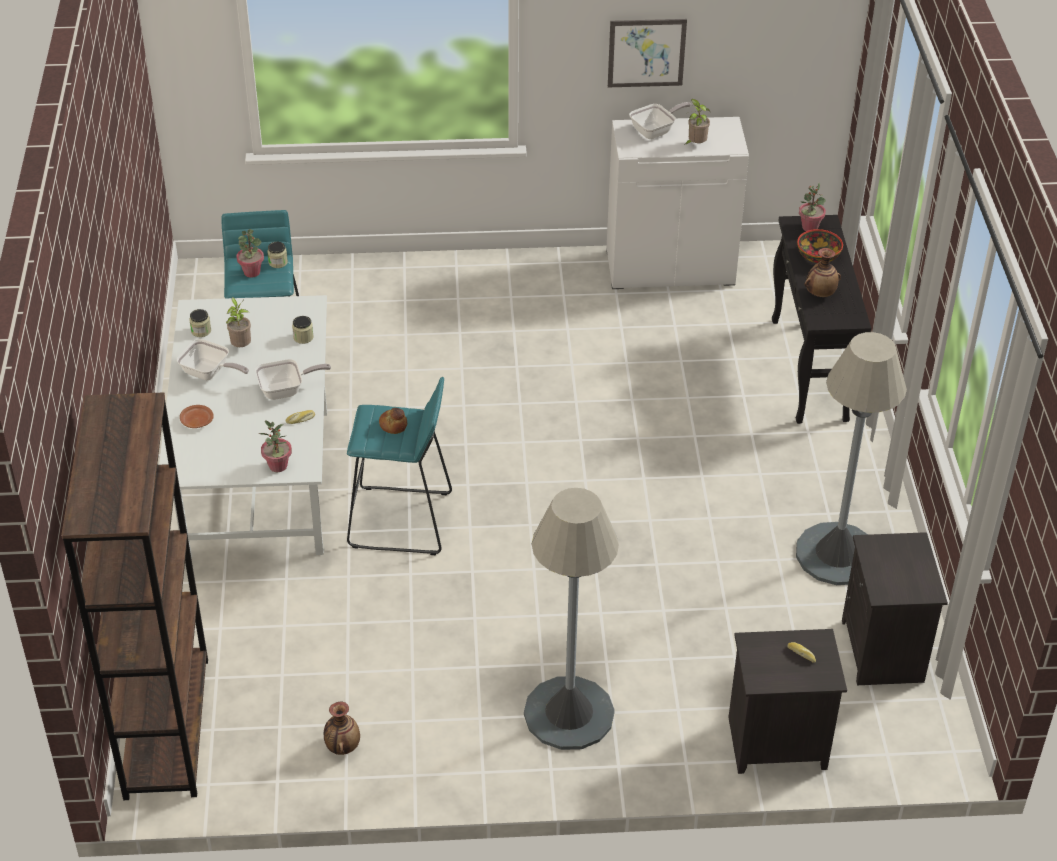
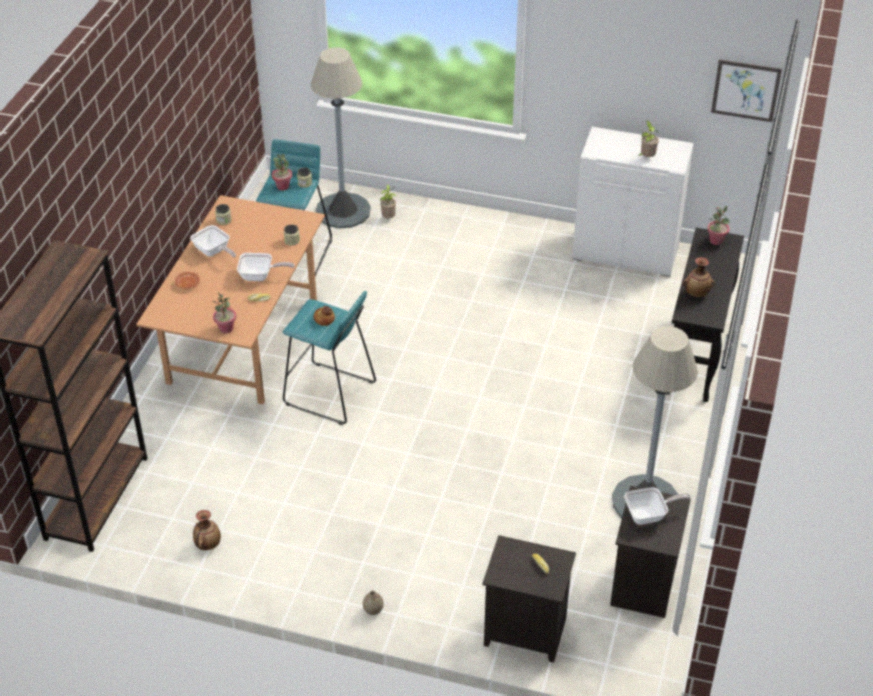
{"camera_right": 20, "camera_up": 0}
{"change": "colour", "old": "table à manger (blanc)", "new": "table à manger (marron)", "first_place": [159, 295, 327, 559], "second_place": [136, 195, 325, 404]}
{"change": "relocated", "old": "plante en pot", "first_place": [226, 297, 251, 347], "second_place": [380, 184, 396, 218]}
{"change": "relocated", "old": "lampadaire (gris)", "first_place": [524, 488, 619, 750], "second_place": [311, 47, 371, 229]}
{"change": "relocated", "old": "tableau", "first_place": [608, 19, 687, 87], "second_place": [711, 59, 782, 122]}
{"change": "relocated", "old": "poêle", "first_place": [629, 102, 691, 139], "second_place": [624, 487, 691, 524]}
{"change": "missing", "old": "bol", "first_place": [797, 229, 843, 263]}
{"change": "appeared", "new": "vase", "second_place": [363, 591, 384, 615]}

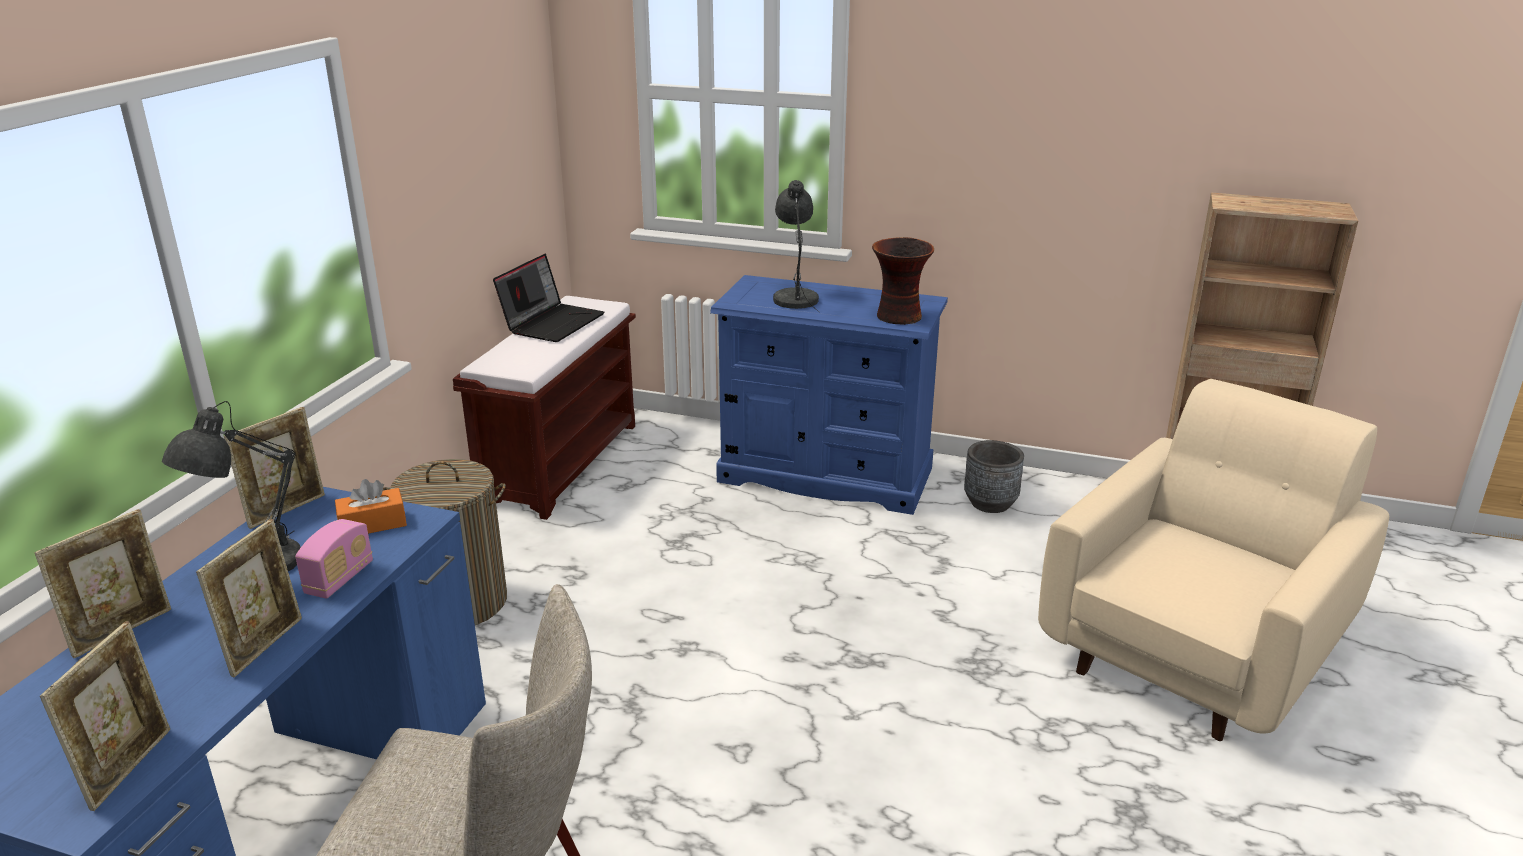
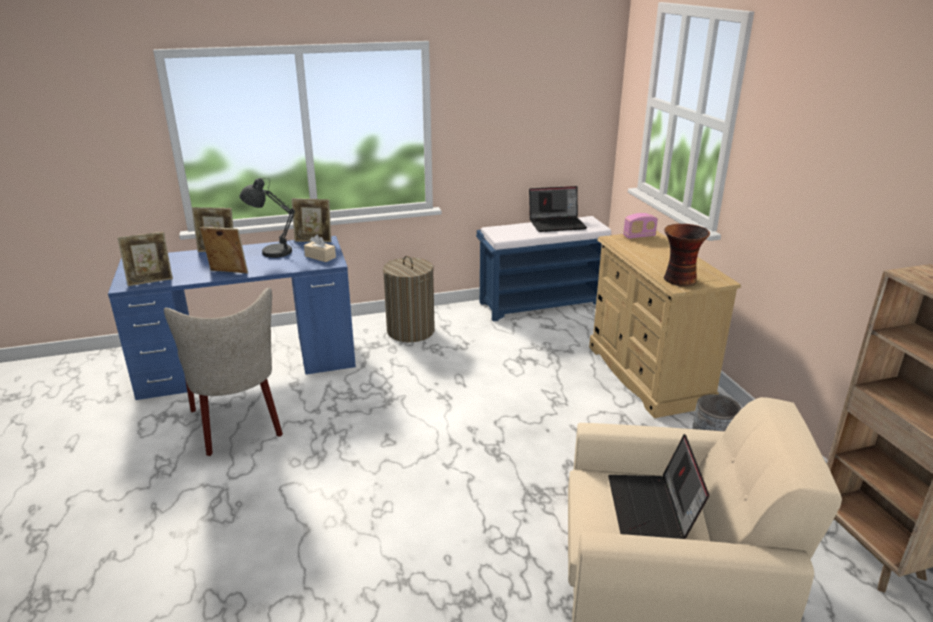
{"camera_right": 55, "camera_up": 0}
{"change": "spun", "old": "cadre photo", "first_place": [196, 519, 302, 677], "second_place": [200, 227, 248, 274], "degrees": -150}
{"change": "relocated", "old": "radio", "first_place": [295, 519, 373, 599], "second_place": [623, 213, 658, 239]}
{"change": "colour", "old": "boîte à mouchoirs (orange)", "new": "boîte à mouchoirs (beige)", "first_place": [335, 479, 407, 534], "second_place": [304, 235, 336, 262]}
{"change": "colour", "old": "banc (marron)", "new": "banc (bleu)", "first_place": [453, 296, 636, 520], "second_place": [476, 216, 611, 322]}
{"change": "colour", "old": "commode (bleu)", "new": "commode (beige)", "first_place": [710, 275, 948, 515], "second_place": [589, 230, 741, 418]}
{"change": "missing", "old": "lampe de table (gris)", "first_place": [773, 180, 819, 312]}
{"change": "appeared", "new": "ordinateur portable", "second_place": [608, 434, 709, 539]}

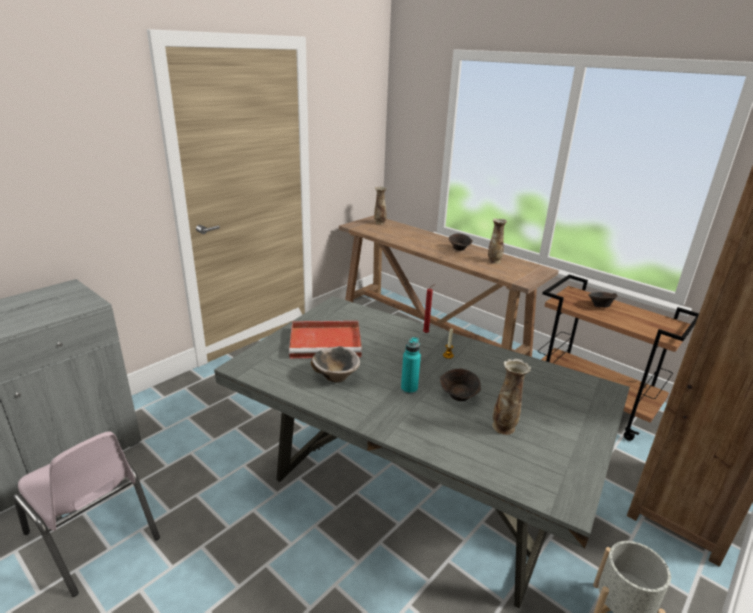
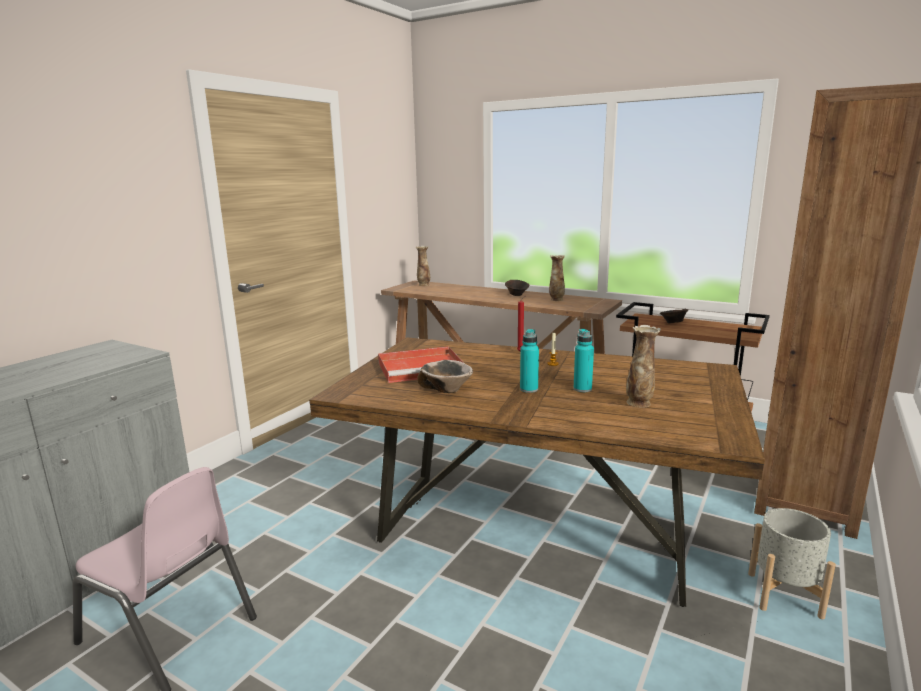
{"camera_right": -10, "camera_up": -10}
{"change": "colour", "old": "table à manger (gris)", "new": "table à manger (marron)", "first_place": [214, 296, 630, 609], "second_place": [309, 337, 765, 607]}
{"change": "exchanged", "old": "bol (marron)", "new": "bouteille (turquoise)", "first_place": [440, 369, 481, 401], "second_place": [573, 329, 594, 392]}

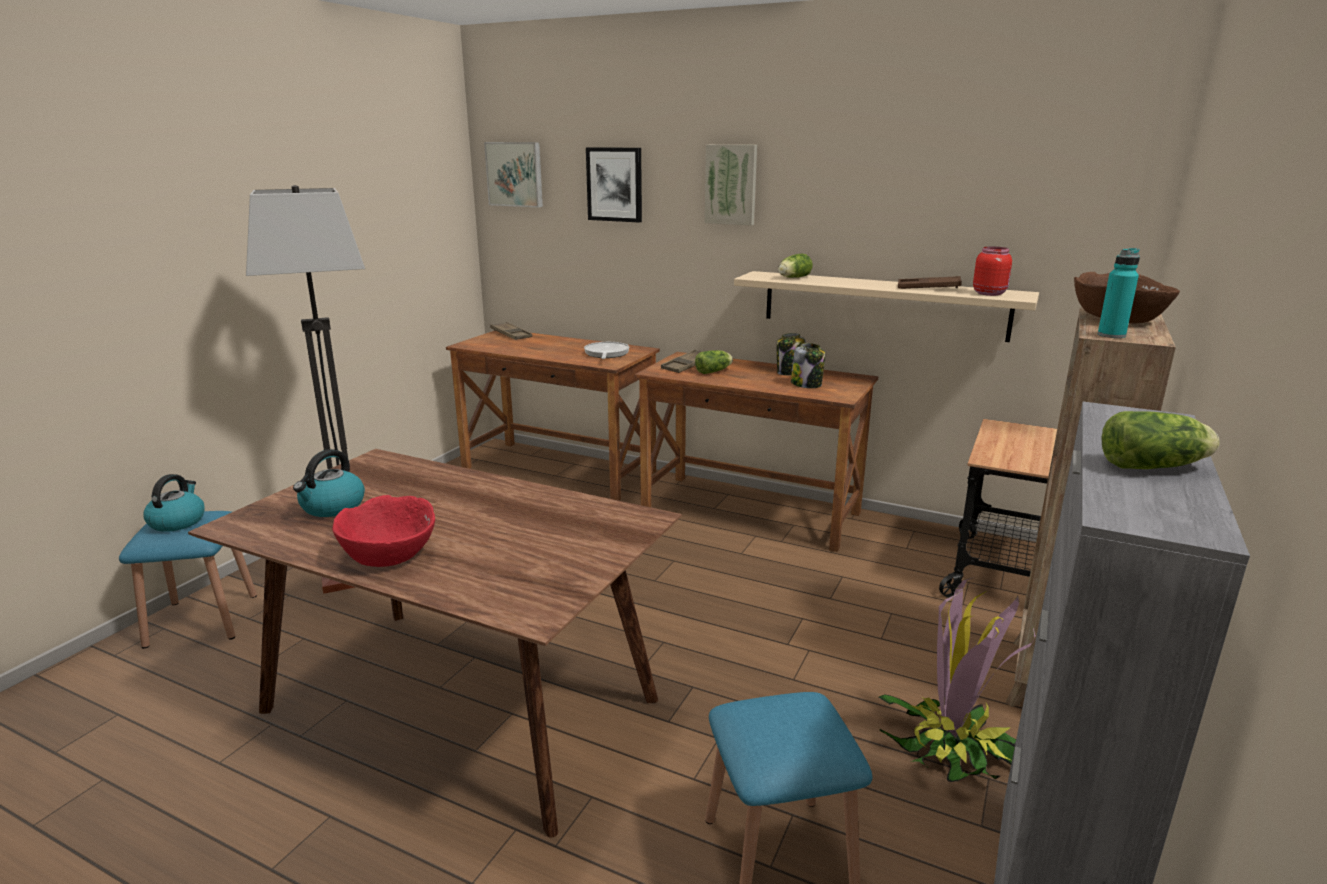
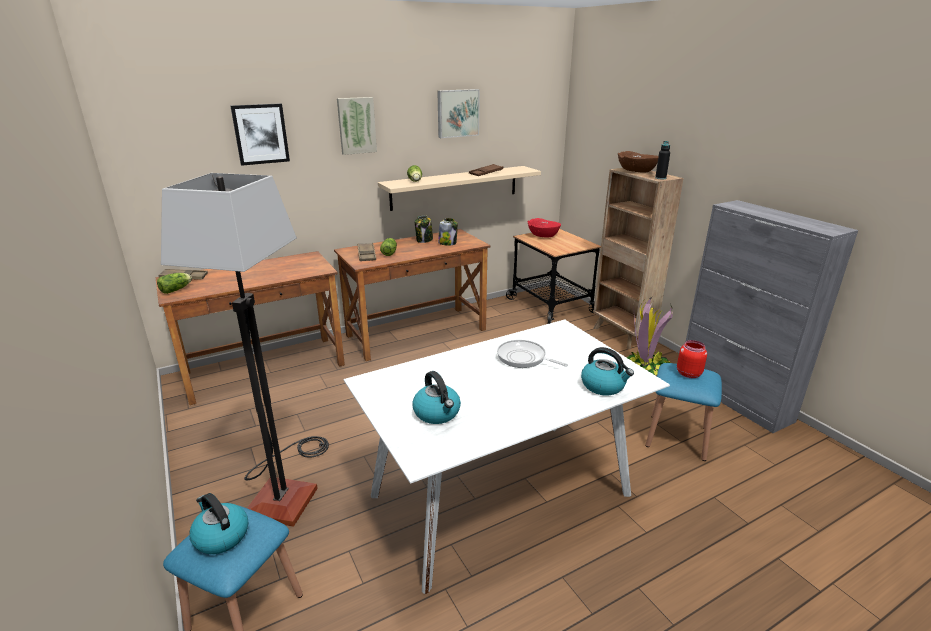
{"camera_right": -55, "camera_up": 5}
{"change": "colour", "old": "table à manger (marron)", "new": "table à manger (blanc)", "first_place": [188, 449, 682, 838], "second_place": [344, 319, 670, 594]}
{"change": "relocated", "old": "bol (rouge)", "first_place": [332, 495, 435, 567], "second_place": [528, 218, 561, 238]}
{"change": "relocated", "old": "tableau", "first_place": [484, 142, 543, 207], "second_place": [437, 89, 480, 138]}
{"change": "relocated", "old": "poêle", "first_place": [584, 342, 629, 359], "second_place": [497, 340, 568, 368]}
{"change": "relocated", "old": "bocal (rouge)", "first_place": [973, 247, 1012, 296], "second_place": [677, 340, 707, 378]}
{"change": "colour", "old": "bouteille (turquoise)", "new": "bouteille (noir)", "first_place": [1098, 248, 1140, 338], "second_place": [655, 141, 670, 179]}
{"change": "relocated", "old": "laitue", "first_place": [1102, 411, 1220, 469], "second_place": [157, 273, 192, 294]}
{"change": "appeared", "new": "bouilloire", "second_place": [581, 347, 634, 395]}

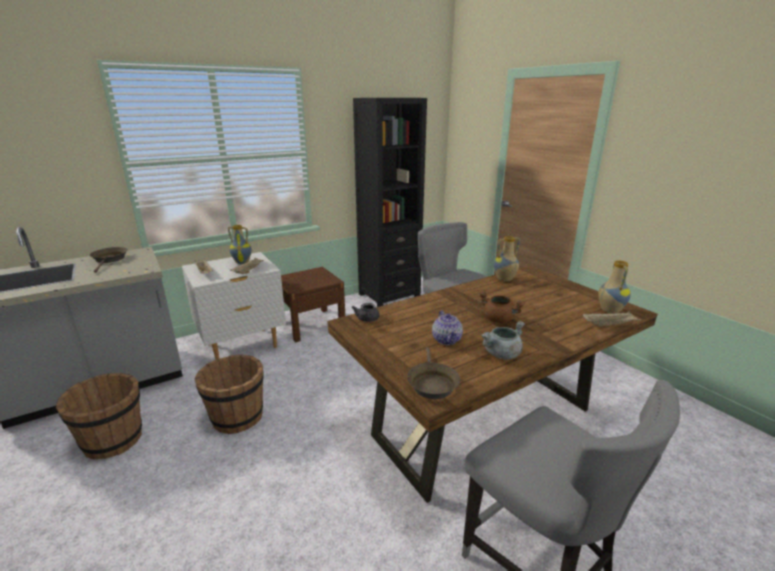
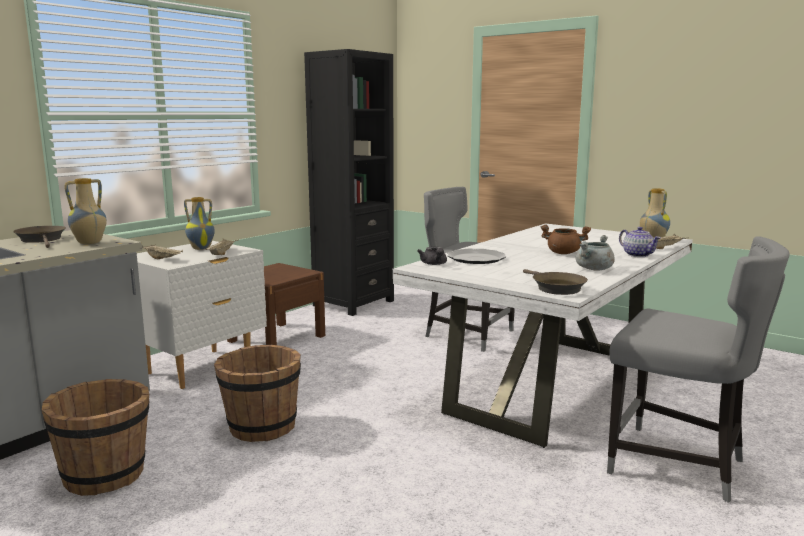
{"camera_right": -20, "camera_up": -10}
{"change": "colour", "old": "table à manger (marron)", "new": "table à manger (blanc)", "first_place": [327, 265, 658, 503], "second_place": [393, 223, 693, 448]}
{"change": "relocated", "old": "théière", "first_place": [432, 311, 463, 345], "second_place": [619, 227, 661, 257]}
{"change": "relocated", "old": "vase", "first_place": [494, 236, 520, 282], "second_place": [64, 178, 107, 244]}
{"change": "appeared", "new": "assiette", "second_place": [447, 248, 506, 264]}

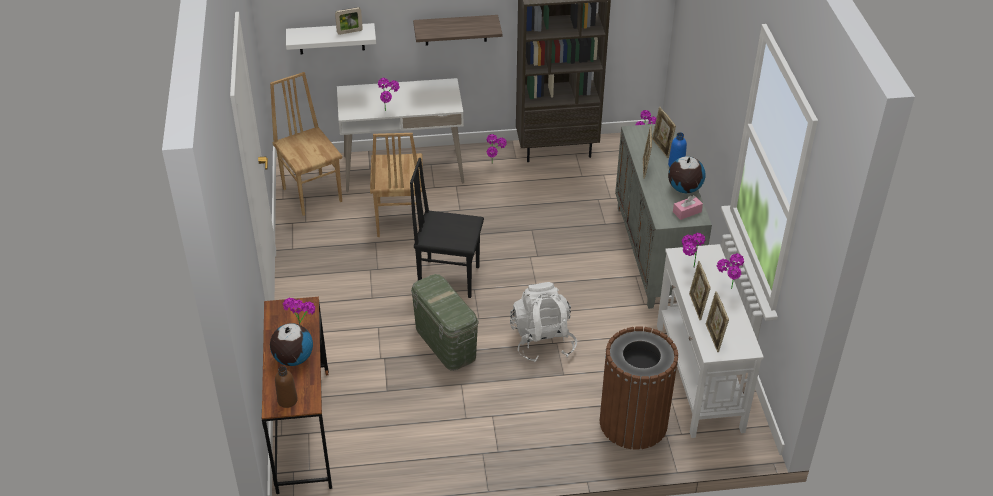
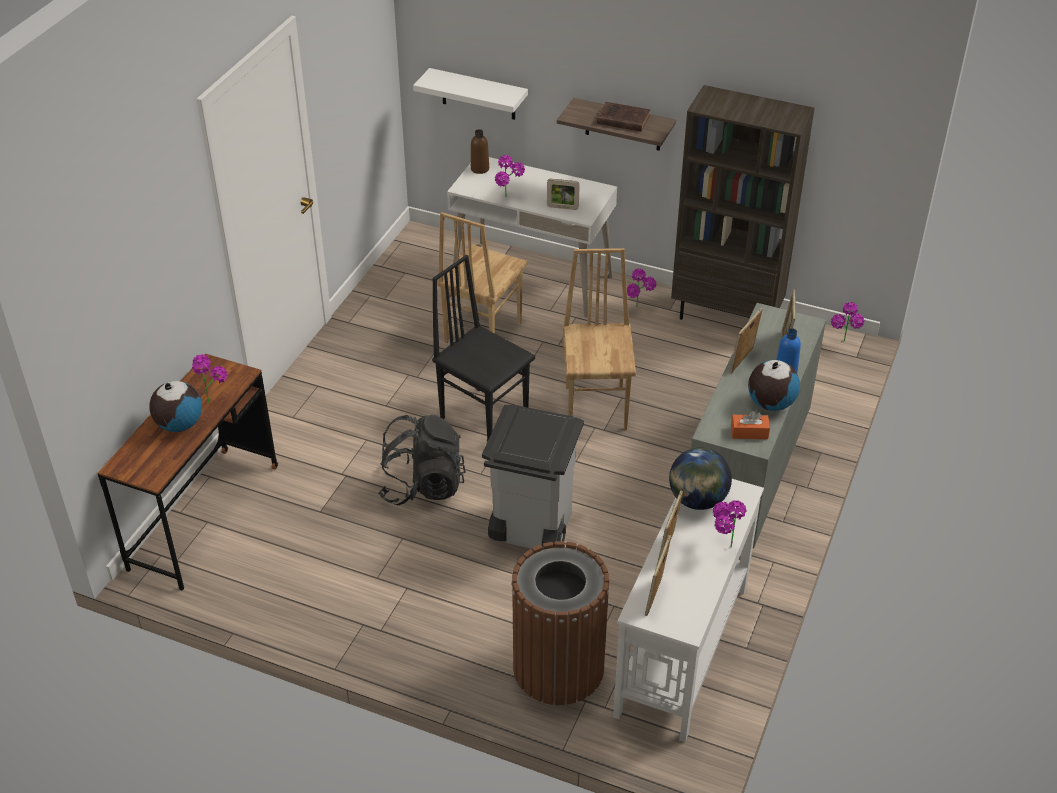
{"camera_right": 30, "camera_up": 0}
{"change": "relocated", "old": "chaise (marron)", "first_place": [270, 72, 342, 216], "second_place": [563, 248, 636, 430]}
{"change": "relocated", "old": "bouteille (marron)", "first_place": [275, 366, 298, 408], "second_place": [471, 129, 489, 174]}
{"change": "relocated", "old": "cadre photo", "first_place": [335, 7, 363, 35], "second_place": [547, 179, 580, 210]}
{"change": "exchanged", "old": "boîte de rangement (vert)", "new": "sac à dos (noir)", "first_place": [411, 274, 479, 371], "second_place": [378, 415, 466, 505]}
{"change": "exchanged", "old": "sac à dos (blanc)", "new": "poubelle (gris)", "first_place": [510, 282, 577, 362], "second_place": [482, 405, 584, 549]}
{"change": "colour", "old": "boîte à mouchoirs (rose)", "new": "boîte à mouchoirs (orange)", "first_place": [673, 195, 703, 220], "second_place": [731, 411, 770, 439]}
{"change": "exchanged", "old": "plante en pot", "new": "globe", "first_place": [682, 233, 705, 268], "second_place": [669, 448, 732, 510]}
{"change": "appeared", "new": "livre (marron)", "second_place": [597, 102, 650, 132]}

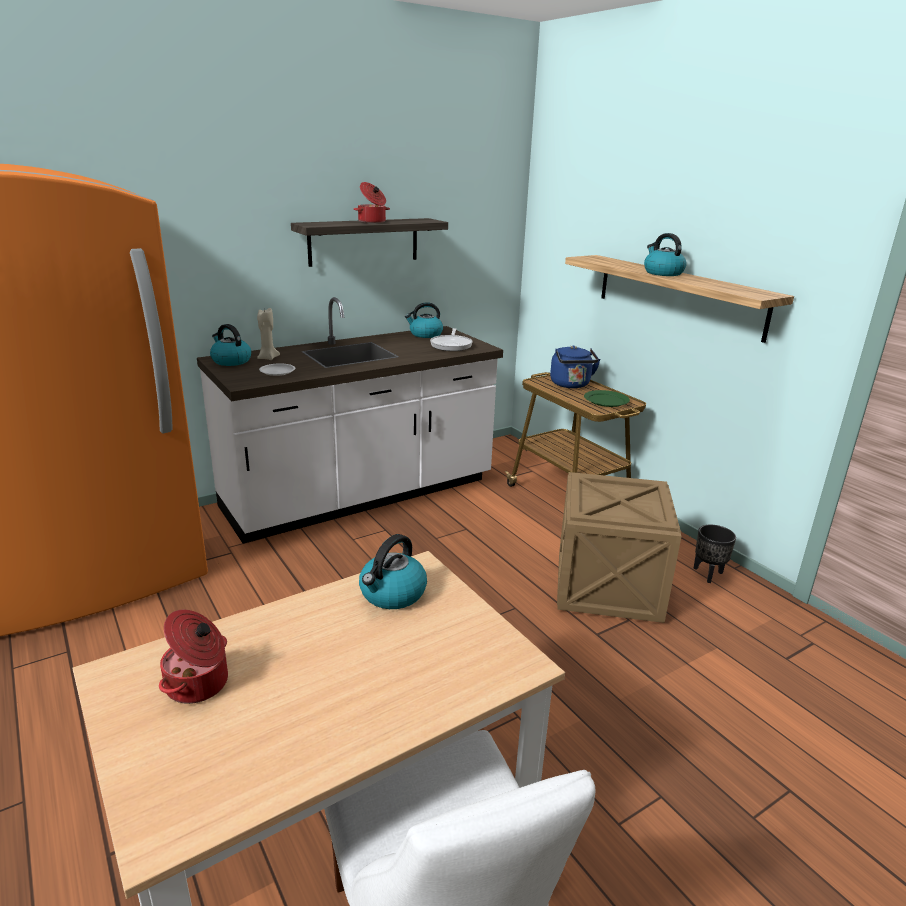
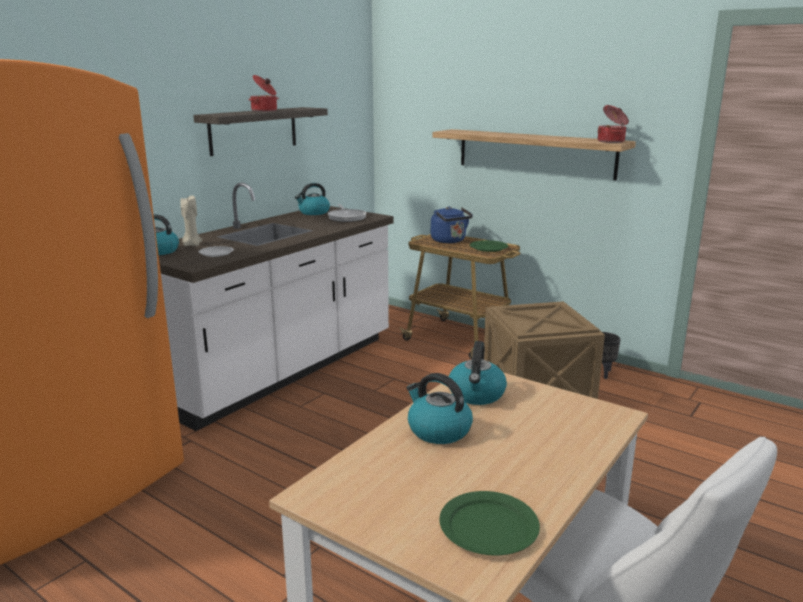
{"camera_right": -20, "camera_up": -5}
{"change": "relocated", "old": "marmite", "first_place": [159, 610, 228, 704], "second_place": [598, 105, 629, 143]}
{"change": "relocated", "old": "bouilloire", "first_place": [644, 233, 687, 276], "second_place": [406, 373, 473, 444]}
{"change": "appeared", "new": "assiette (vert)", "second_place": [439, 491, 540, 556]}

